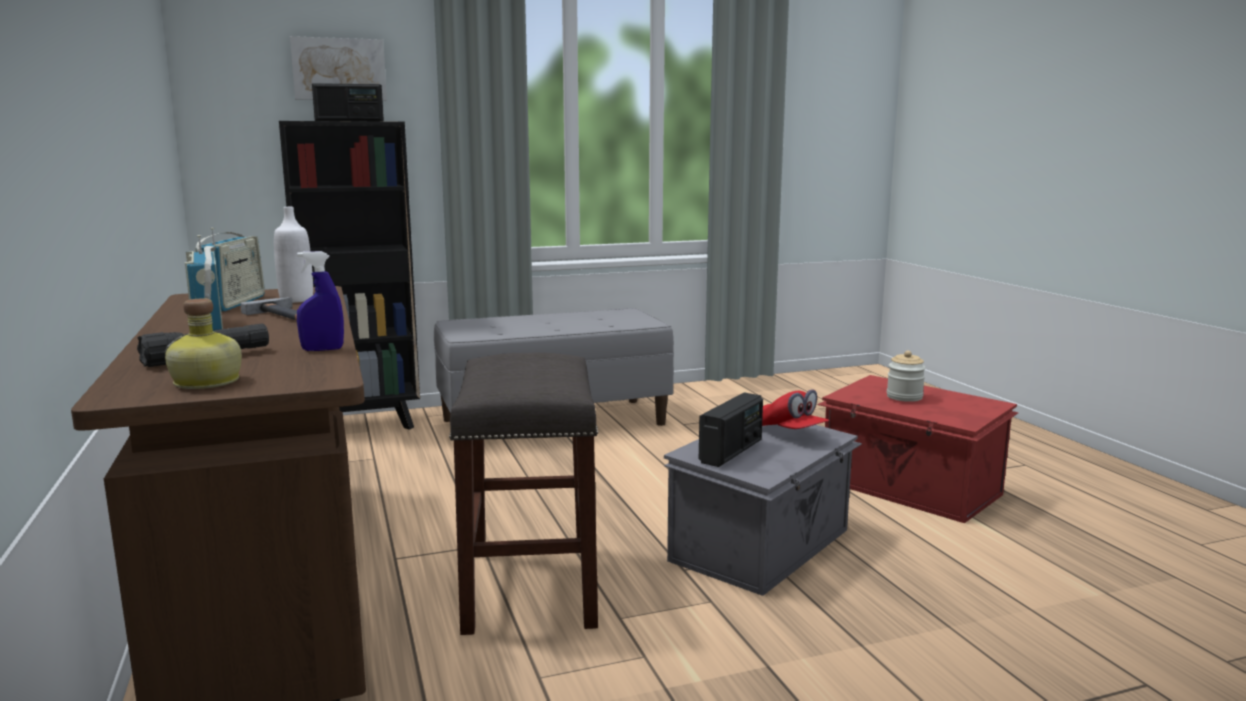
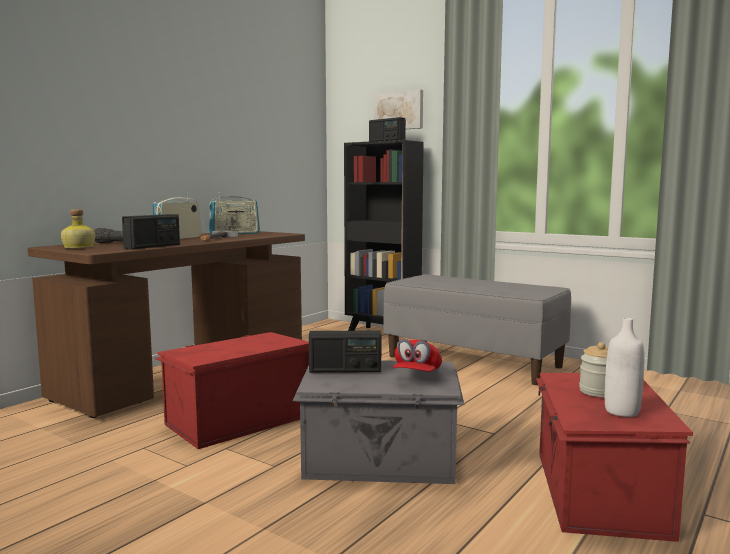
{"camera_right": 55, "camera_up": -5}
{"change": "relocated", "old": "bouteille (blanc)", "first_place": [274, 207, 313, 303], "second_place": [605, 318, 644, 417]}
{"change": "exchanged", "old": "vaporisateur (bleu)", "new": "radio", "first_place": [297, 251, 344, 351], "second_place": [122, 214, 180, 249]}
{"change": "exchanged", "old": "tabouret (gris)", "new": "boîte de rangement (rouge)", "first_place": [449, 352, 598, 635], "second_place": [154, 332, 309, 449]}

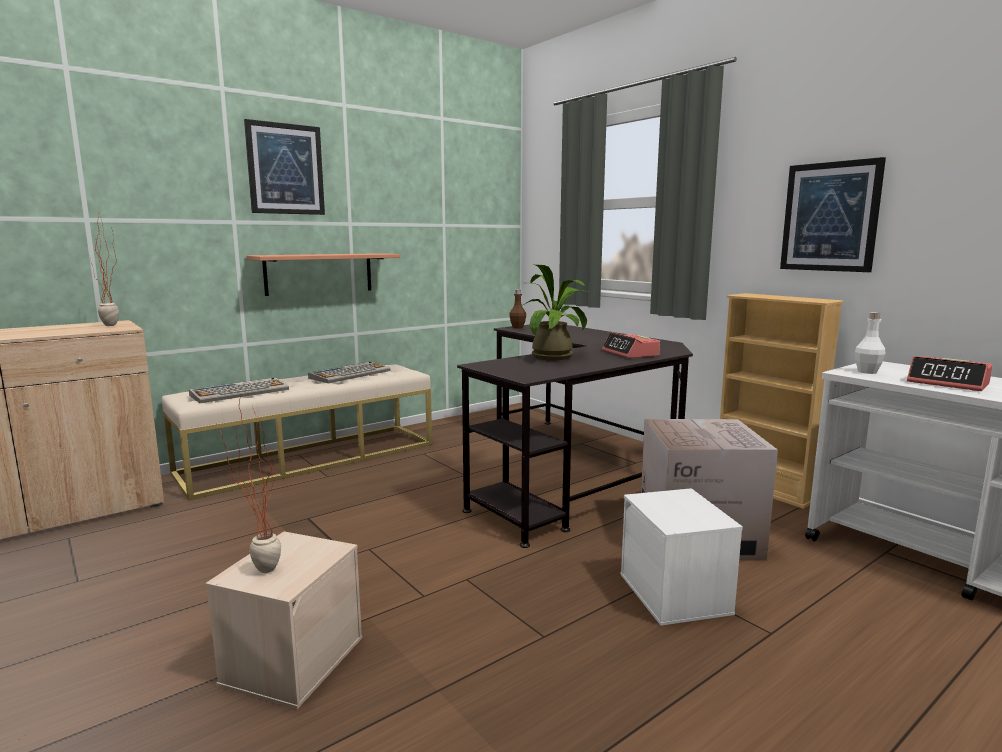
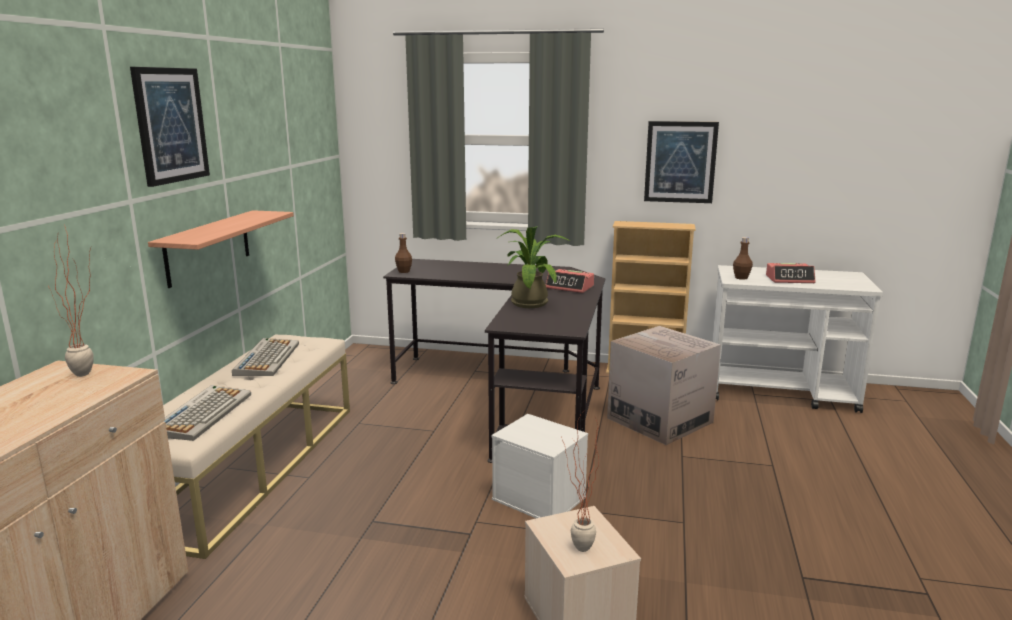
{"camera_right": -40, "camera_up": 5}
{"change": "relocated", "old": "boîte de rangement (blanc)", "first_place": [620, 488, 743, 626], "second_place": [491, 414, 588, 518]}
{"change": "colour", "old": "bouteille (blanc)", "new": "bouteille (marron)", "first_place": [855, 312, 885, 374], "second_place": [733, 237, 753, 280]}

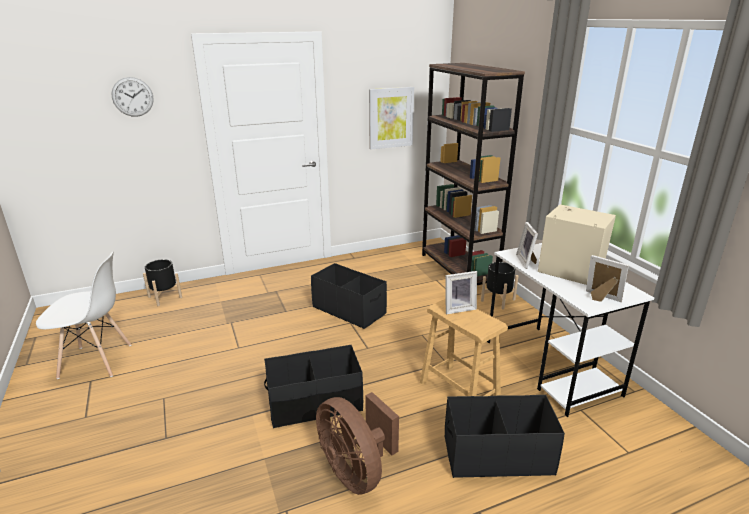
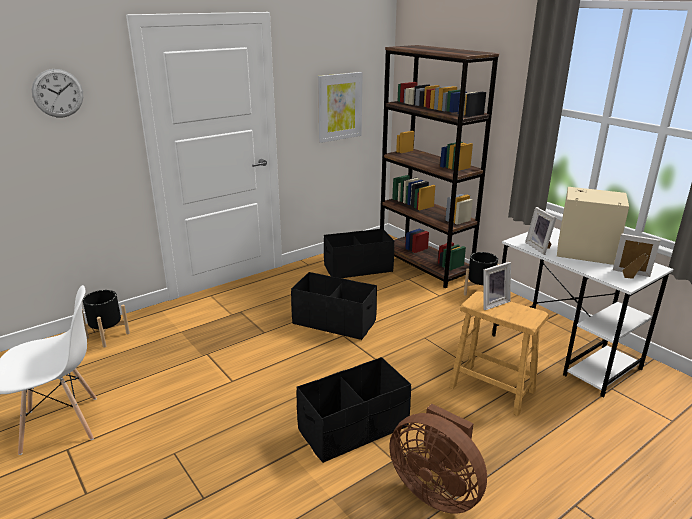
{"camera_right": -15, "camera_up": 0}
{"change": "relocated", "old": "boîte de rangement (noir)", "first_place": [445, 395, 565, 478], "second_place": [324, 229, 394, 278]}

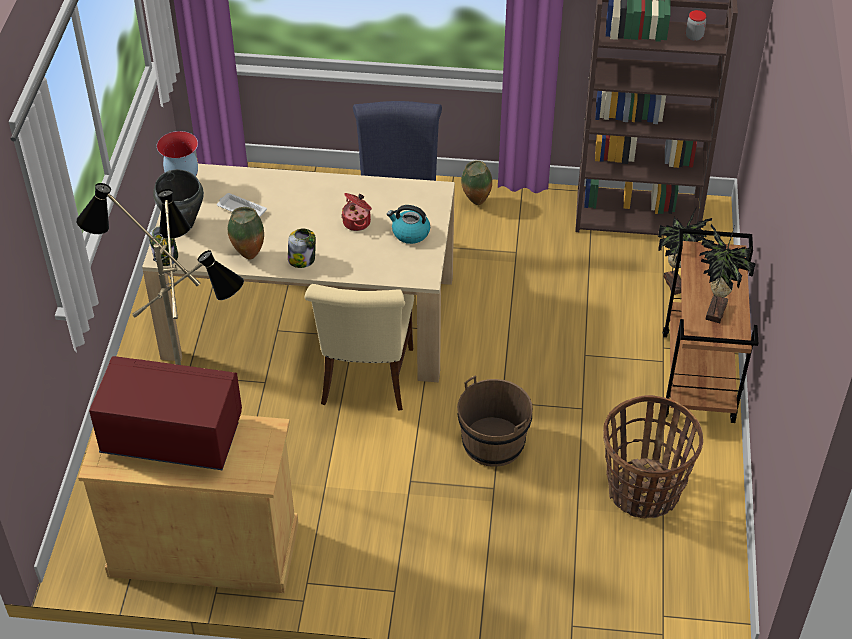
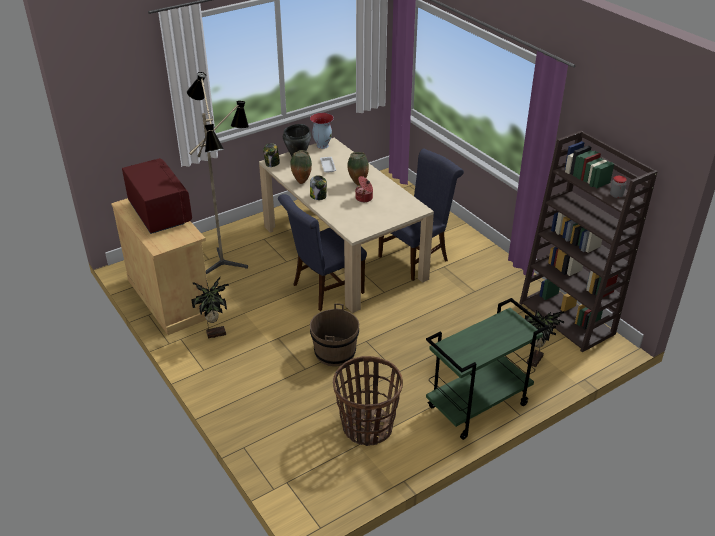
{"camera_right": 50, "camera_up": -10}
{"change": "colour", "old": "chaise (beige)", "new": "chaise (bleu)", "first_place": [305, 284, 414, 411], "second_place": [278, 194, 367, 311]}
{"change": "missing", "old": "bouilloire", "first_place": [387, 205, 430, 244]}
{"change": "relocated", "old": "vase", "first_place": [461, 160, 492, 205], "second_place": [347, 152, 369, 186]}
{"change": "colour", "old": "chariot (marron)", "new": "chariot (vert)", "first_place": [662, 229, 758, 423], "second_place": [426, 298, 548, 440]}
{"change": "relocated", "old": "plante en pot", "first_place": [696, 224, 756, 323], "second_place": [191, 276, 229, 339]}

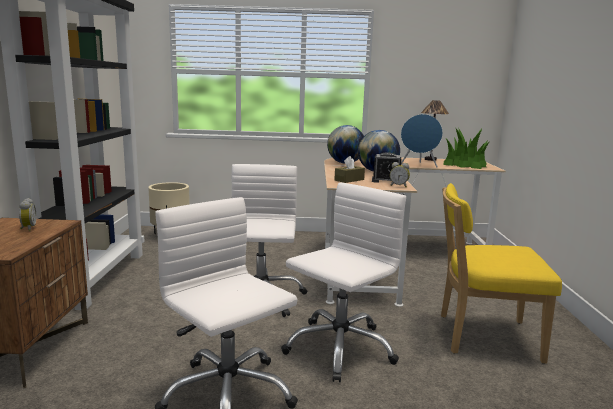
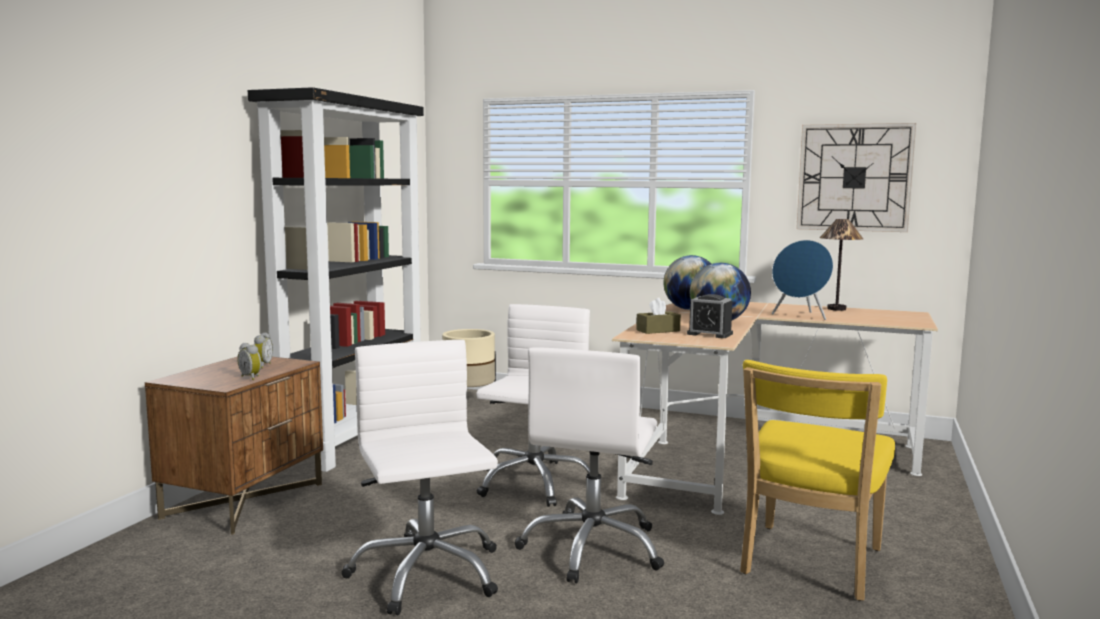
{"camera_right": 20, "camera_up": -5}
{"change": "spun", "old": "chaise de bureau (blanc)", "first_place": [281, 182, 406, 382], "second_place": [515, 347, 664, 583], "degrees": 135}
{"change": "relocated", "old": "réveil", "first_place": [390, 162, 410, 187], "second_place": [237, 343, 261, 380]}
{"change": "spun", "old": "chaise (jaune)", "first_place": [441, 183, 562, 364], "second_place": [740, 360, 895, 601], "degrees": -90}
{"change": "missing", "old": "plante en pot", "first_place": [443, 128, 489, 169]}
{"change": "appeared", "new": "horloge murale", "second_place": [796, 123, 916, 232]}

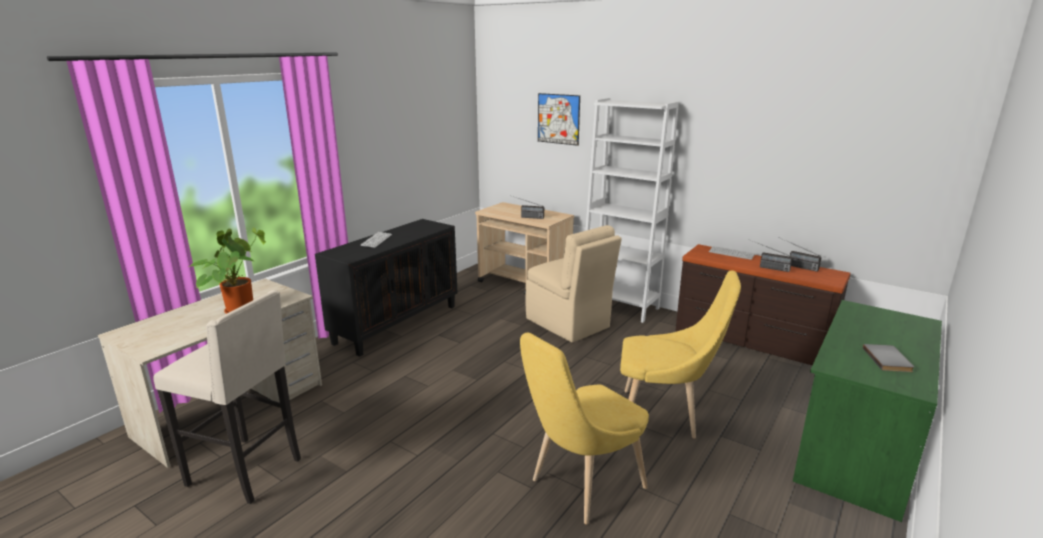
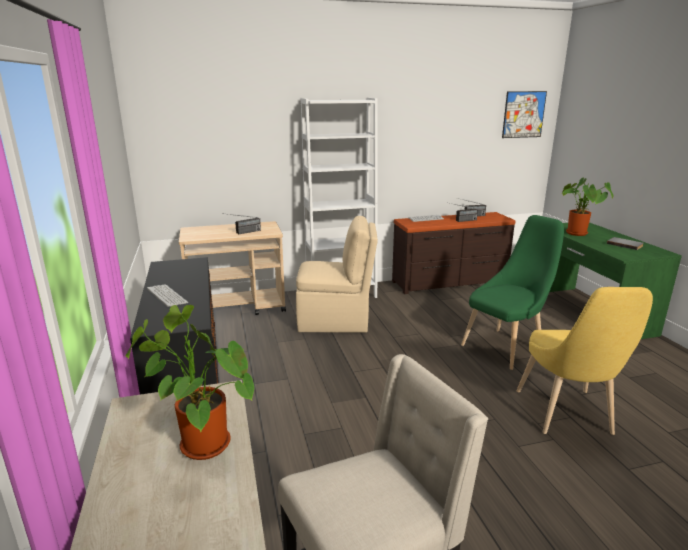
{"camera_right": -50, "camera_up": 0}
{"change": "relocated", "old": "tableau", "first_place": [538, 93, 580, 146], "second_place": [502, 91, 547, 138]}
{"change": "colour", "old": "chaise (jaune)", "new": "chaise (vert)", "first_place": [620, 270, 741, 438], "second_place": [461, 215, 564, 370]}
{"change": "appeared", "new": "plante en pot", "second_place": [561, 178, 614, 236]}

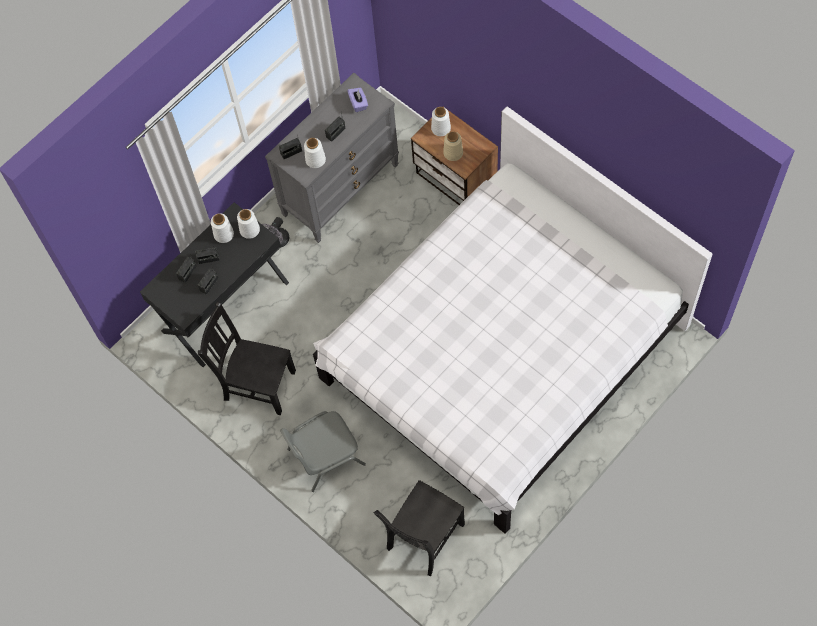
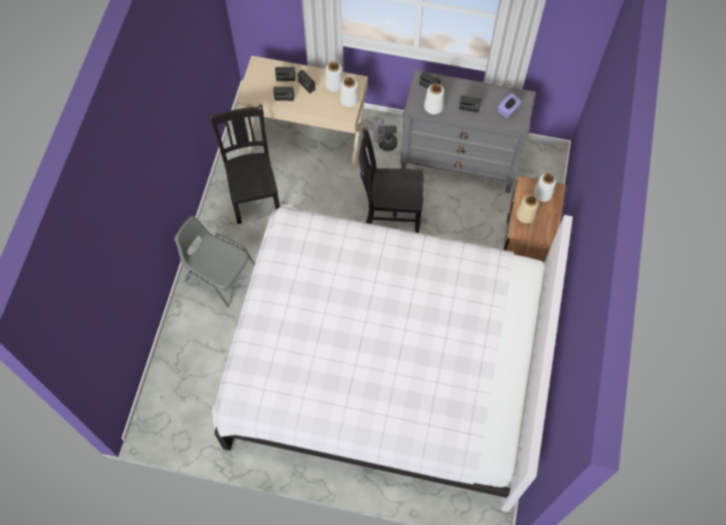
{"camera_right": 55, "camera_up": 0}
{"change": "colour", "old": "bureau (noir)", "new": "bureau (beige)", "first_place": [140, 202, 289, 367], "second_place": [236, 56, 368, 170]}
{"change": "relocated", "old": "chaise (noir)", "first_place": [374, 480, 465, 576], "second_place": [359, 129, 424, 233]}

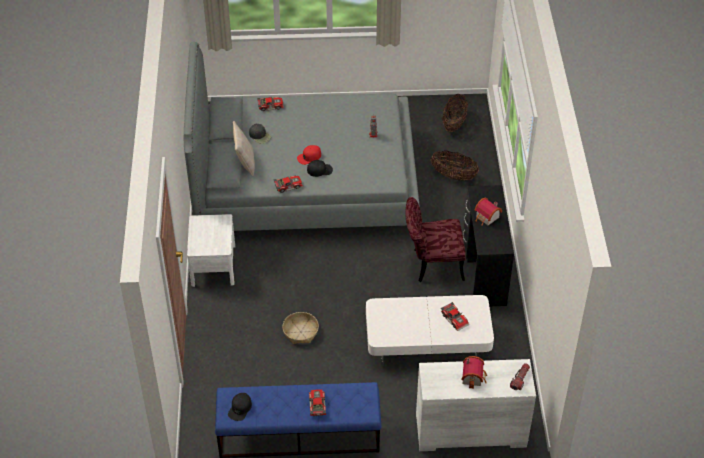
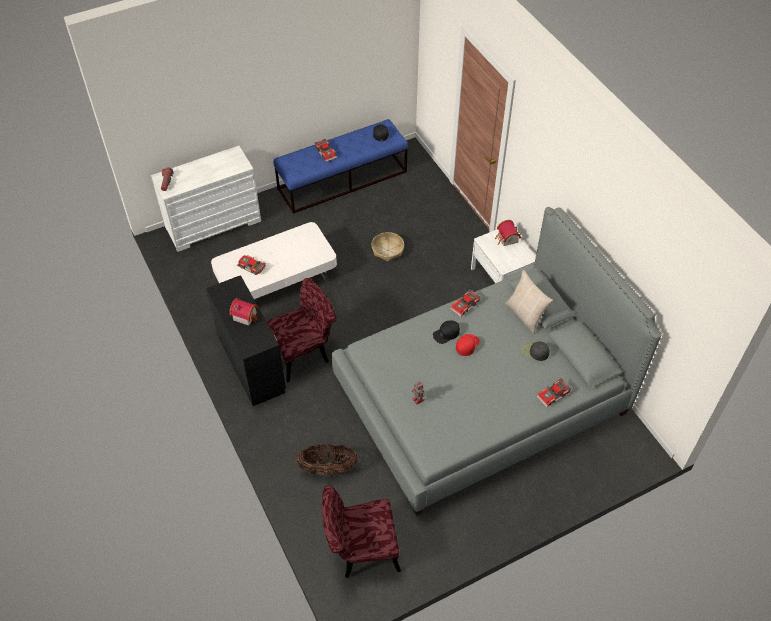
{"camera_right": 155, "camera_up": 5}
{"change": "exchanged", "old": "panier", "new": "chaise (rouge)", "first_place": [442, 94, 468, 132], "second_place": [322, 486, 401, 578]}
{"change": "relocated", "old": "maison miniature", "first_place": [461, 356, 487, 389], "second_place": [495, 220, 521, 246]}

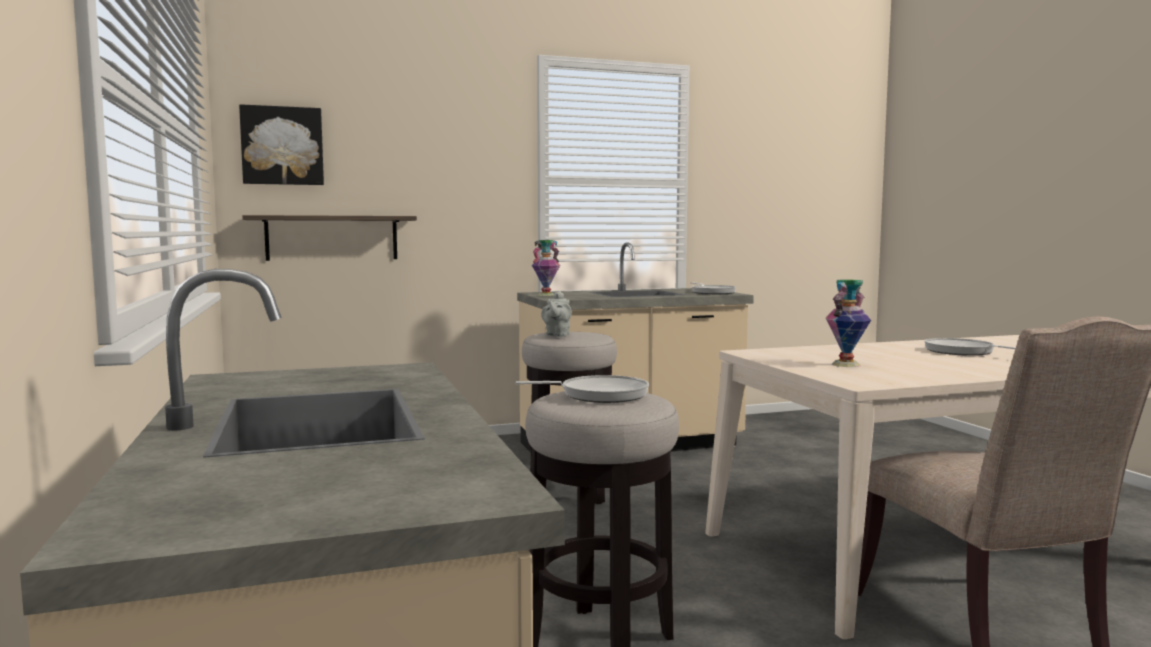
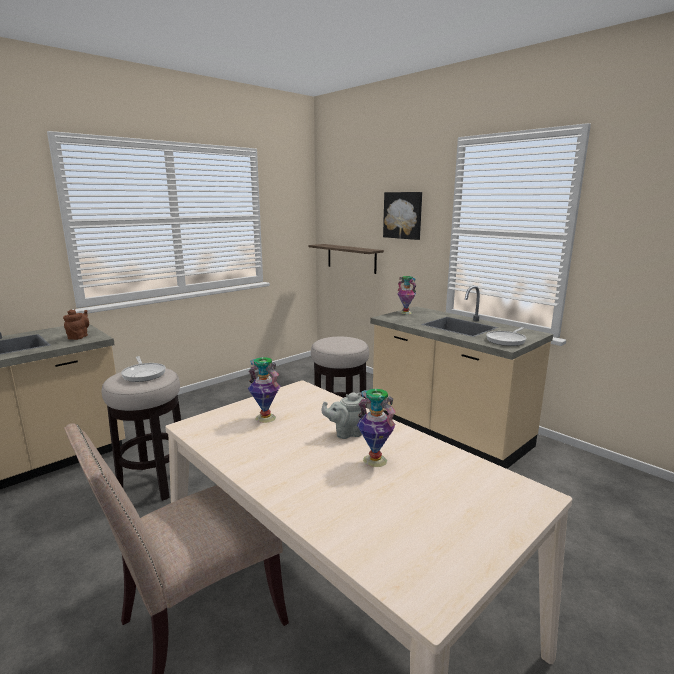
{"camera_right": 65, "camera_up": 10}
{"change": "relocated", "old": "tableau", "first_place": [239, 104, 324, 185], "second_place": [383, 192, 422, 240]}
{"change": "relocated", "old": "théière (gris)", "first_place": [541, 291, 572, 337], "second_place": [321, 392, 367, 439]}
{"change": "exchanged", "old": "poêle", "new": "vase", "first_place": [924, 338, 1016, 356], "second_place": [357, 389, 395, 467]}
{"change": "appeared", "new": "théière (marron)", "second_place": [63, 309, 89, 340]}

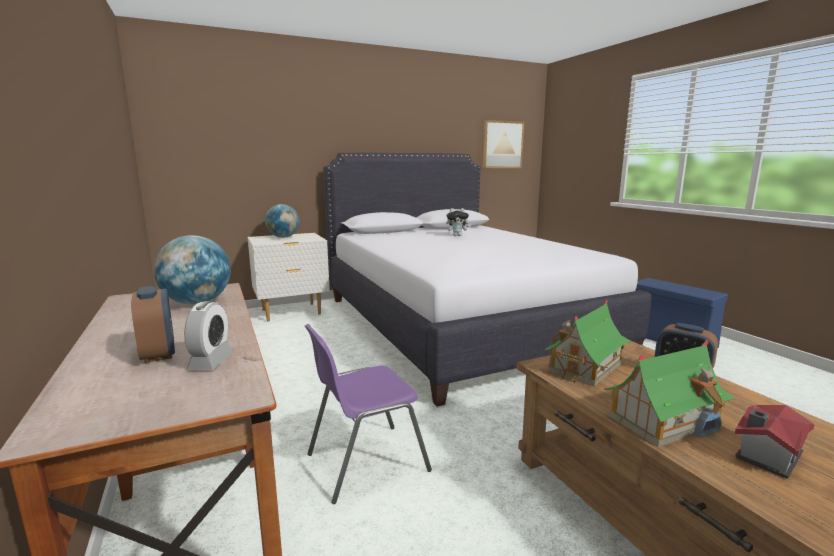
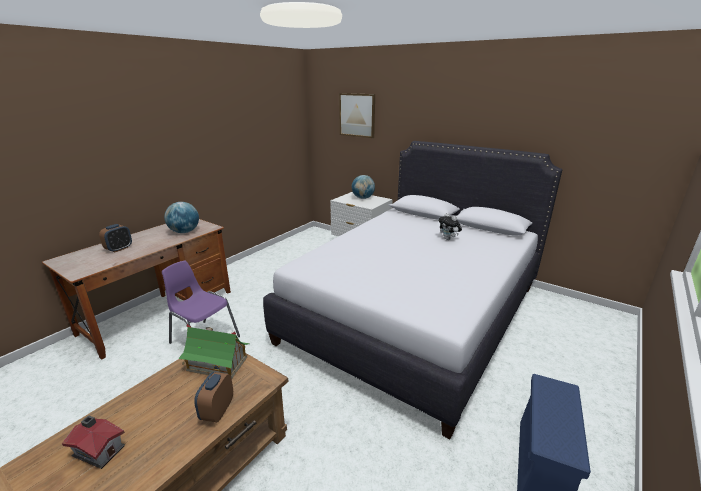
{"camera_right": 60, "camera_up": 10}
{"change": "missing", "old": "réveil", "first_place": [184, 301, 233, 369]}
{"change": "relocated", "old": "tableau", "first_place": [483, 120, 524, 168], "second_place": [339, 93, 375, 138]}
{"change": "missing", "old": "maison miniature", "first_place": [604, 339, 735, 447]}

